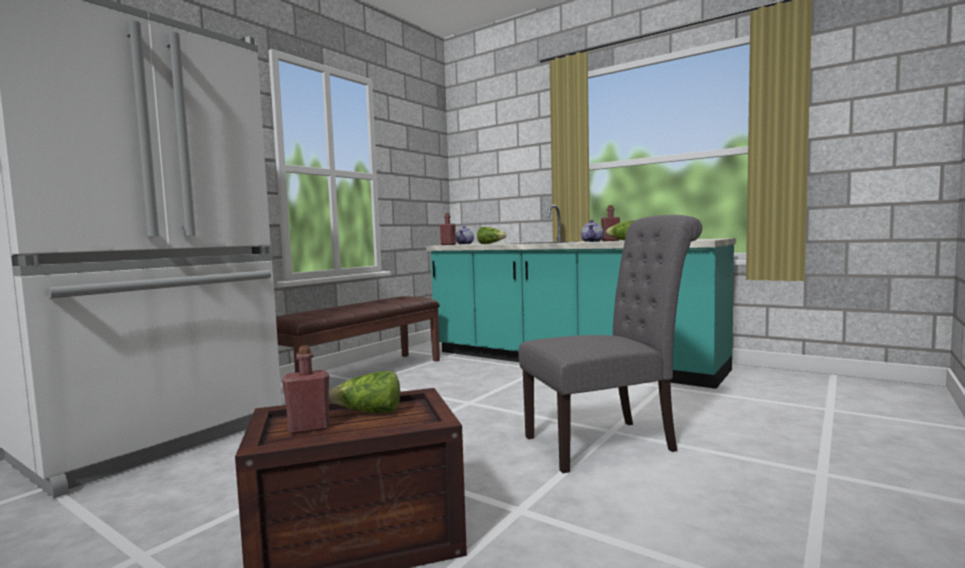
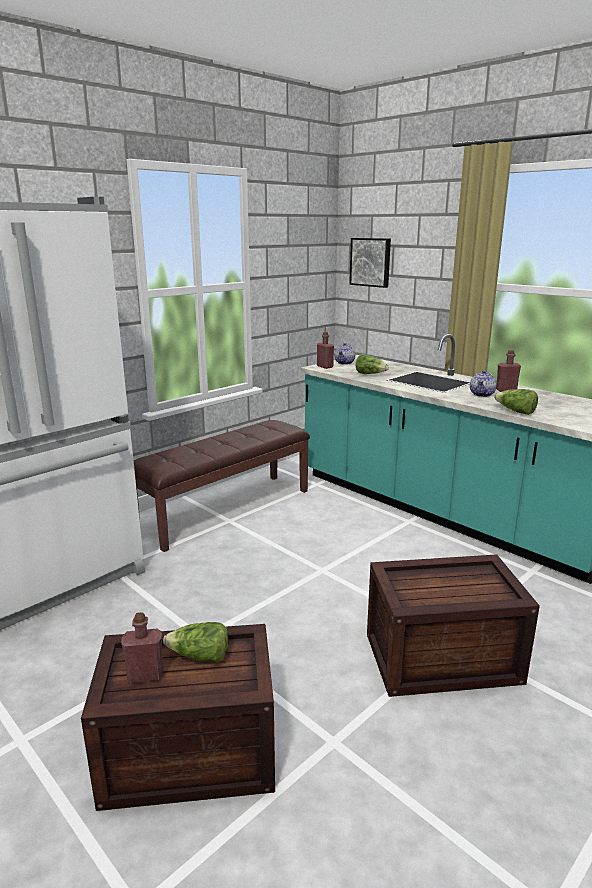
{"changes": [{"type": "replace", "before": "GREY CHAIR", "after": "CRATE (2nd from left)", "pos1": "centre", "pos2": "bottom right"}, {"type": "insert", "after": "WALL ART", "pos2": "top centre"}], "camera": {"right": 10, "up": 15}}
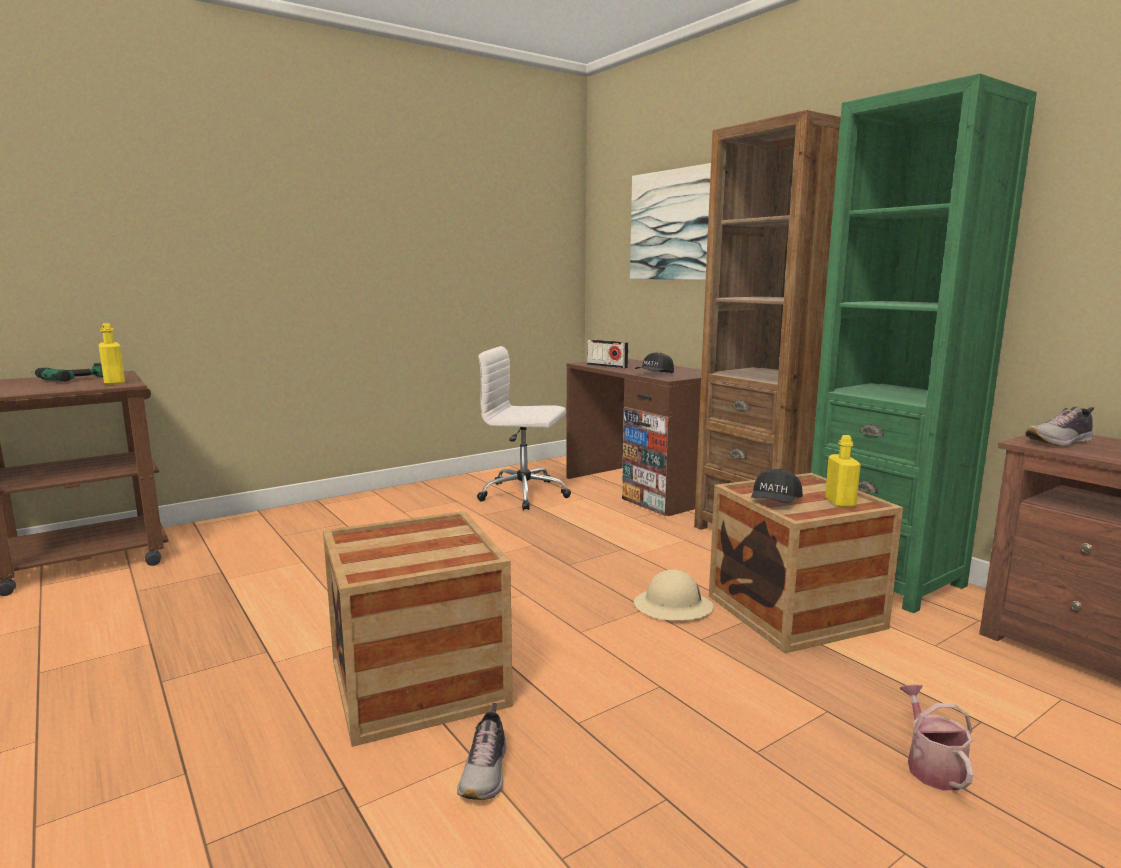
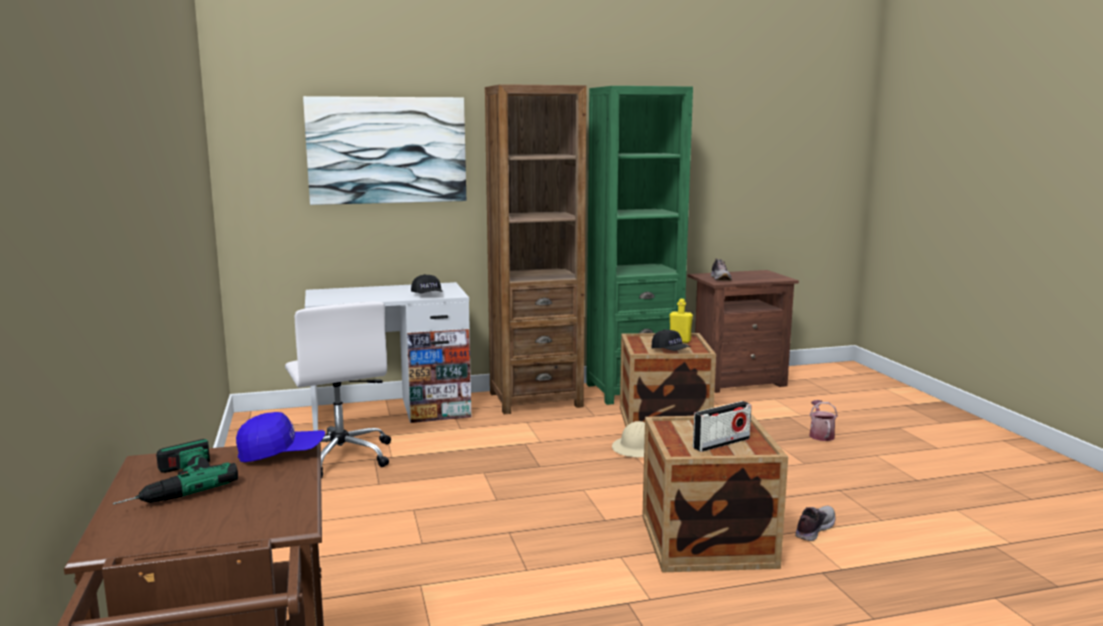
{"changes": [{"type": "replace", "before": "YELLOW DRINK BOTTLE (1st from left)", "after": "BLUE CAP", "pos1": "middle left", "pos2": "bottom left"}, {"type": "move", "before": "RADIO SET", "pos1": "centre", "pos2": "bottom centre"}, {"type": "rotate", "before": "WHITE DESK CHAIR", "pos1": "centre", "pos2": "middle left", "turn": -60}, {"type": "recolor", "before": "BROWNISH DESK UNIT", "after": "WHITE DESK UNIT", "pos1": "centre", "pos2": "centre"}, {"type": "rotate", "before": "SPRINKLING CAN", "pos1": "bottom right", "pos2": "bottom right", "turn": 75}, {"type": "rotate", "before": "ITEM OF FOOTWEAR (1st from left in the first image)", "pos1": "bottom centre", "pos2": "bottom right", "turn": -75}], "camera": {"right": -70, "up": 0}}
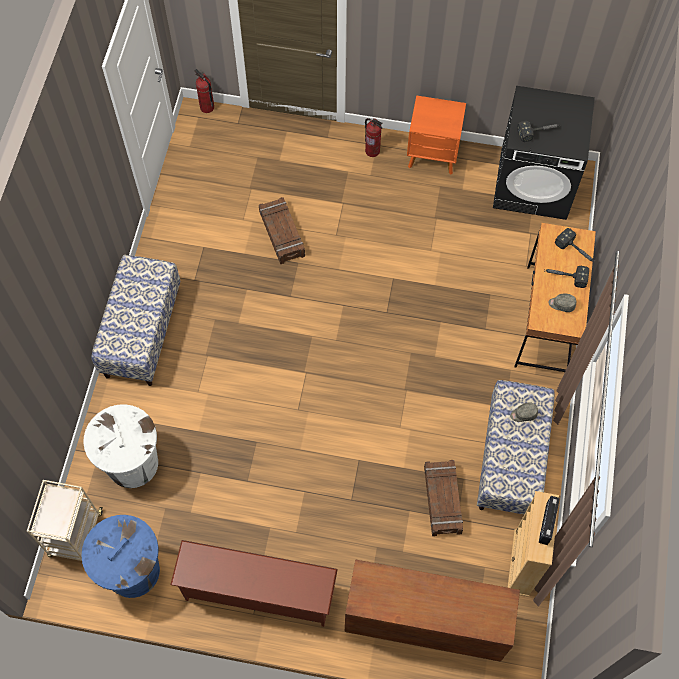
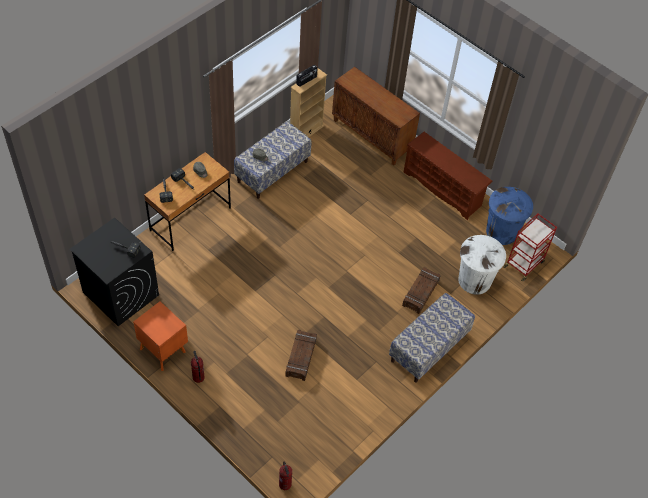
{"changes": [{"type": "move", "before": "CRATE (2nd from left)", "pos1": "bottom centre", "pos2": "centre"}, {"type": "recolor", "before": "SAND-COLOURED WHEELED CART", "after": "RED WHEELED CART", "pos1": "bottom left", "pos2": "middle right"}], "camera": {"right": -150, "up": -10}}
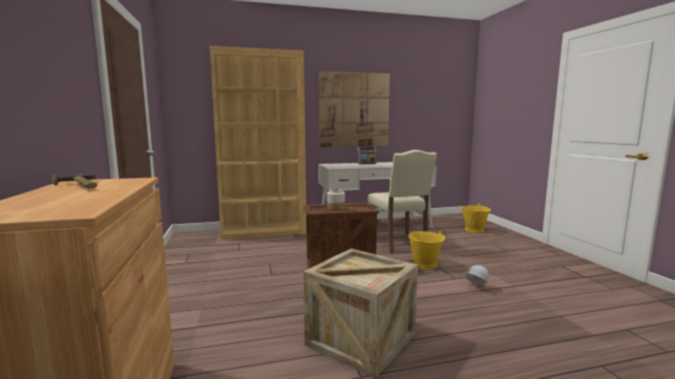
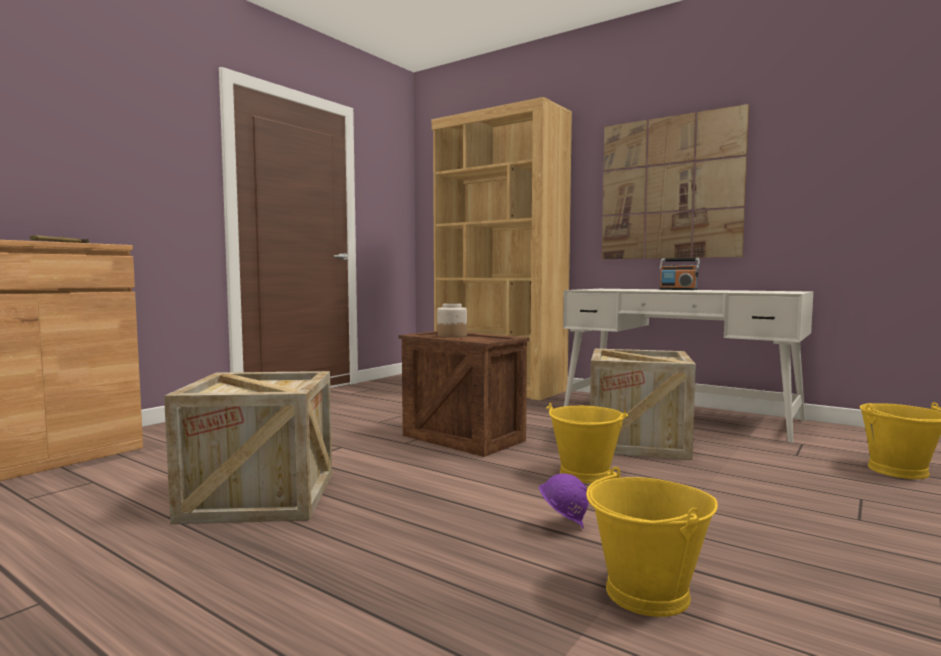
{"changes": [{"type": "replace", "before": "SAND-COLOURED CHAIR", "after": "CRATE (3rd from left)", "pos1": "centre", "pos2": "middle right"}, {"type": "recolor", "before": "WHITE SAFETY HELMET", "after": "PURPLISH SAFETY HELMET", "pos1": "bottom right", "pos2": "bottom centre"}, {"type": "insert", "after": "YELLOW WATER BUCKET (2nd from left)", "pos2": "bottom right"}], "camera": {"right": 50, "up": -5}}
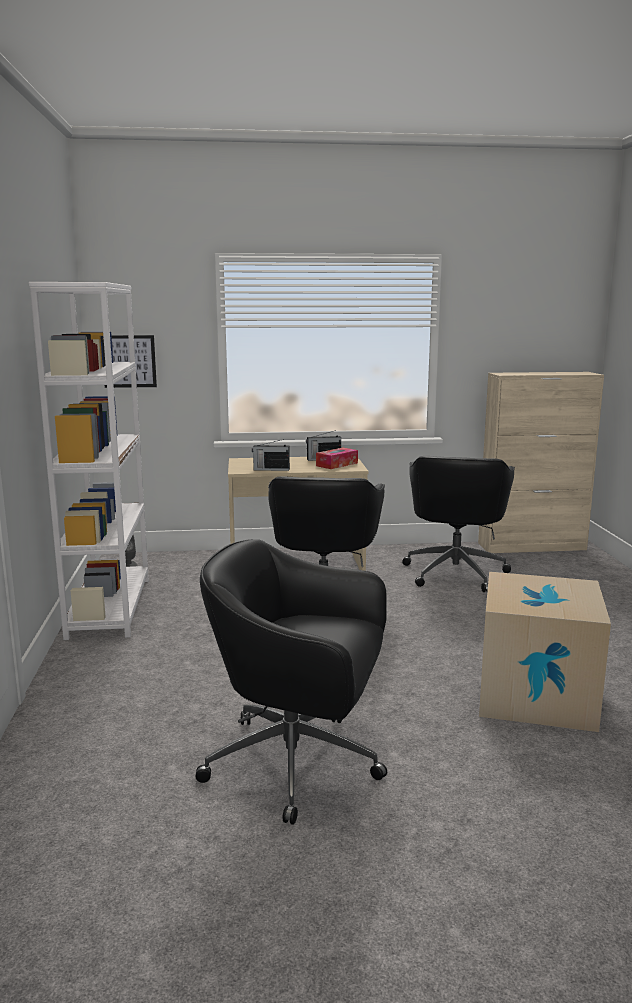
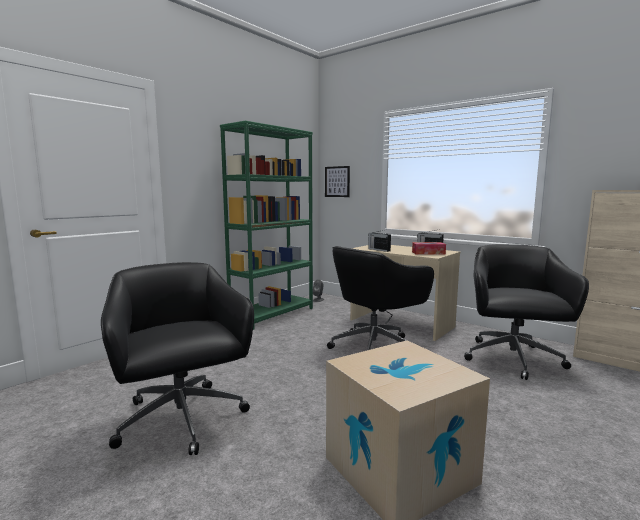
{"changes": [{"type": "recolor", "before": "WHITE SHELVING UNIT", "after": "GREEN SHELVING UNIT", "pos1": "middle left", "pos2": "centre"}, {"type": "rotate", "before": "BLACK DESK CHAIR (3rd from left)", "pos1": "middle right", "pos2": "middle right", "turn": 135}], "camera": {"right": 45, "up": -5}}
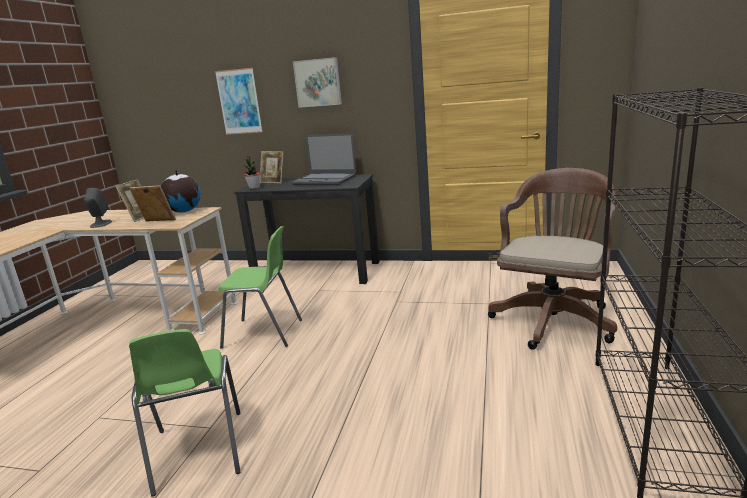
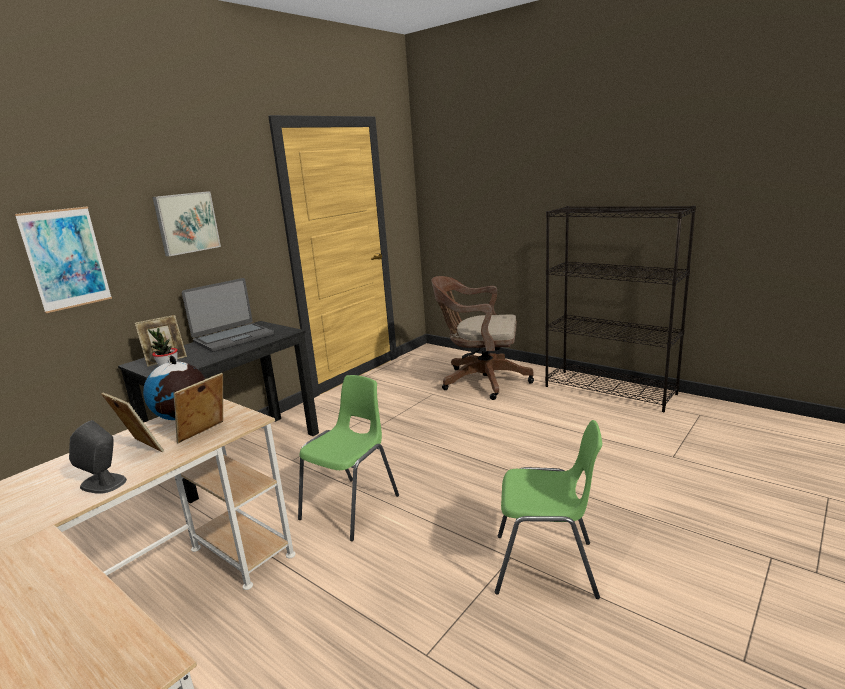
{"changes": [{"type": "rotate", "before": "BROWNISH DESK CHAIR", "pos1": "middle right", "pos2": "centre", "turn": -45}], "camera": {"right": -65, "up": 0}}
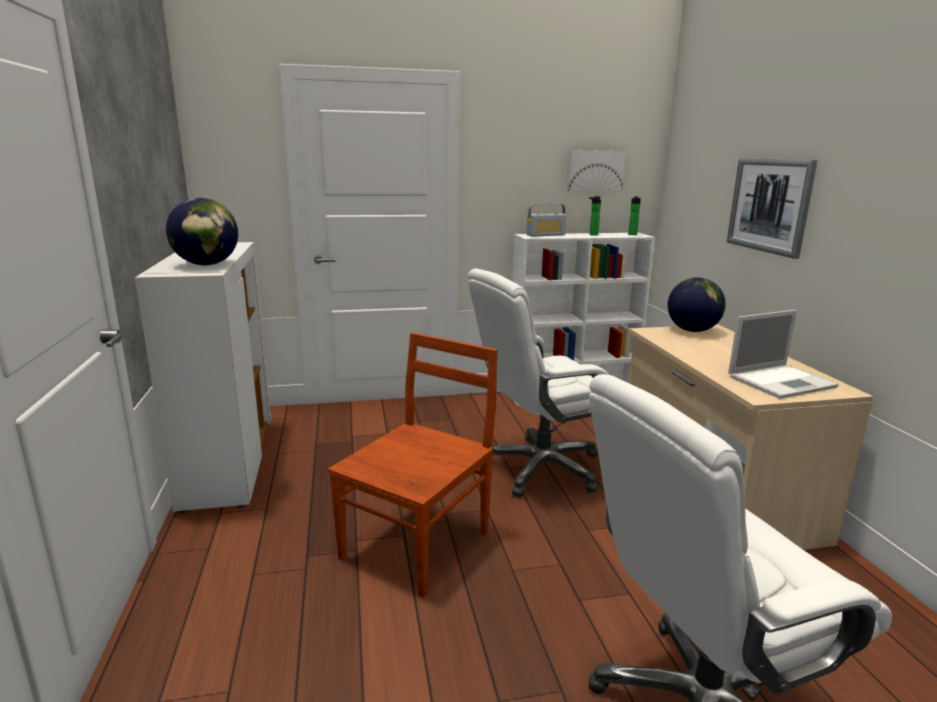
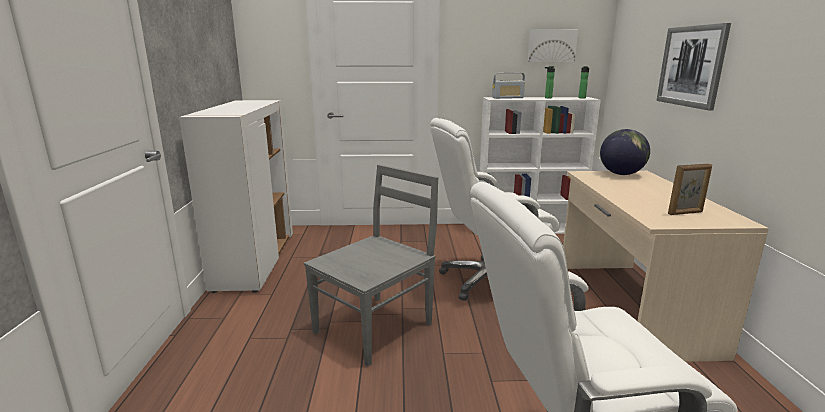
{"changes": [{"type": "delete", "before": "GLOBE (1st from left)", "pos1": "top left"}, {"type": "replace", "before": "LAPTOP", "after": "PHOTO FRAME", "pos1": "middle right", "pos2": "middle right"}, {"type": "recolor", "before": "BROWNISH CHAIR", "after": "GREY CHAIR", "pos1": "centre", "pos2": "centre"}], "camera": {"right": 10, "up": 0}}
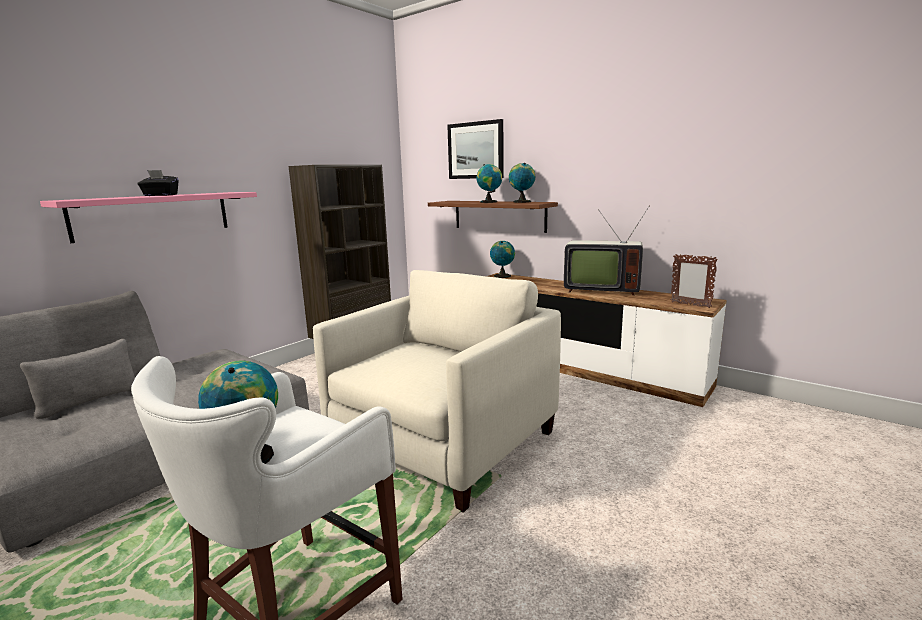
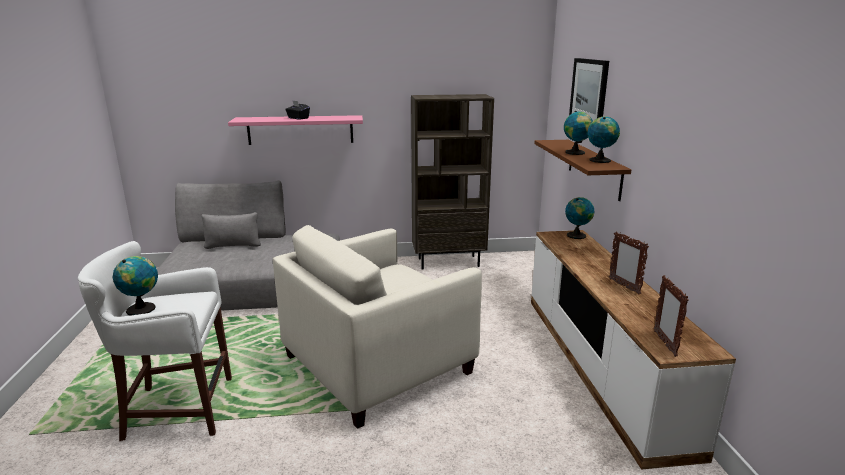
{"changes": [{"type": "replace", "before": "TV", "after": "PHOTO FRAME (1st from left)", "pos1": "centre", "pos2": "middle right"}, {"type": "rotate", "before": "SAND-COLOURED LOUNGE CHAIR", "pos1": "centre", "pos2": "bottom centre", "turn": 150}], "camera": {"right": 45, "up": 5}}
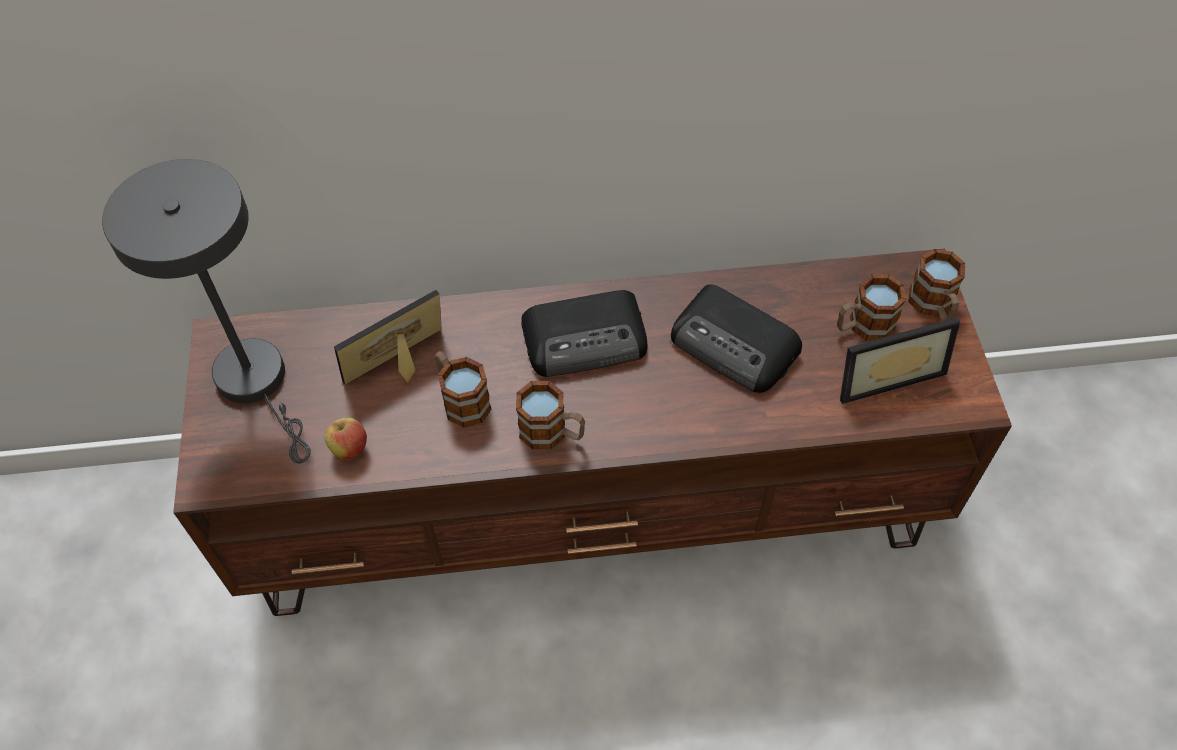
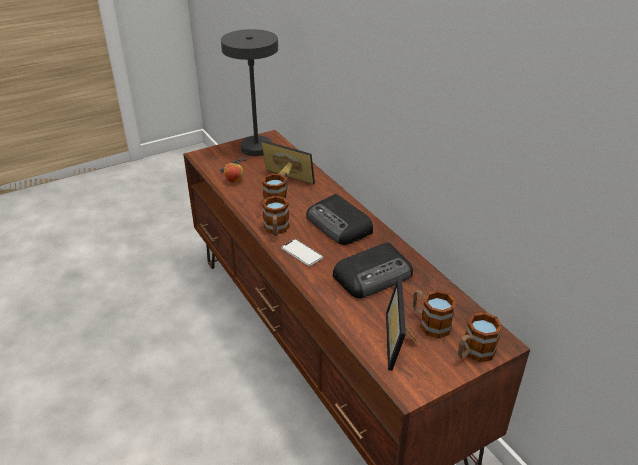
{"changes": [{"type": "rotate", "before": "RADIO SET (2nd from left)", "pos1": "centre", "pos2": "centre", "turn": -135}, {"type": "rotate", "before": "PHOTO FRAME (2nd from left)", "pos1": "middle right", "pos2": "bottom centre", "turn": 45}, {"type": "insert", "after": "HANDSET", "pos2": "centre"}], "camera": {"right": 65, "up": -20}}
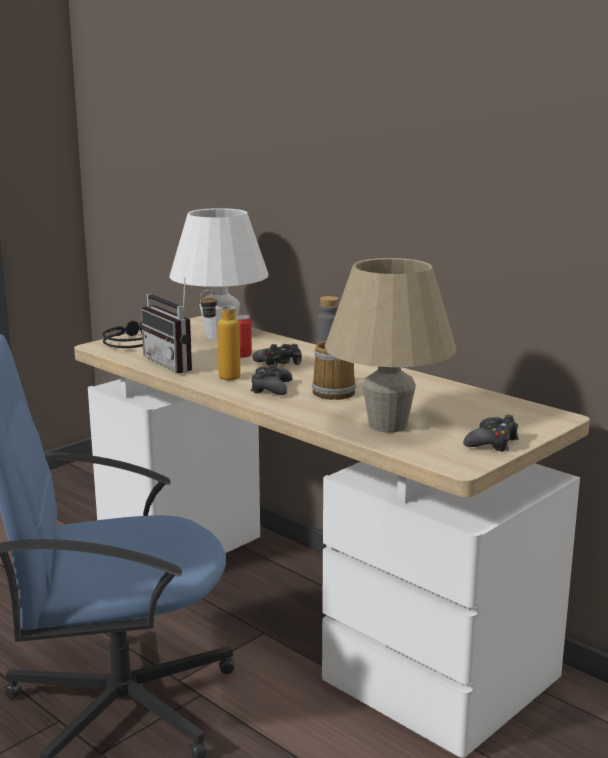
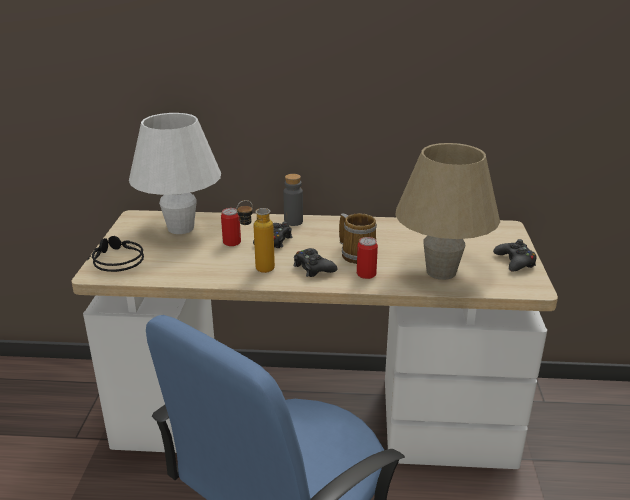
{"changes": [{"type": "delete", "before": "RADIO SET", "pos1": "middle left"}, {"type": "insert", "after": "CAN (2nd from left)", "pos2": "centre"}], "camera": {"right": -40, "up": 10}}
